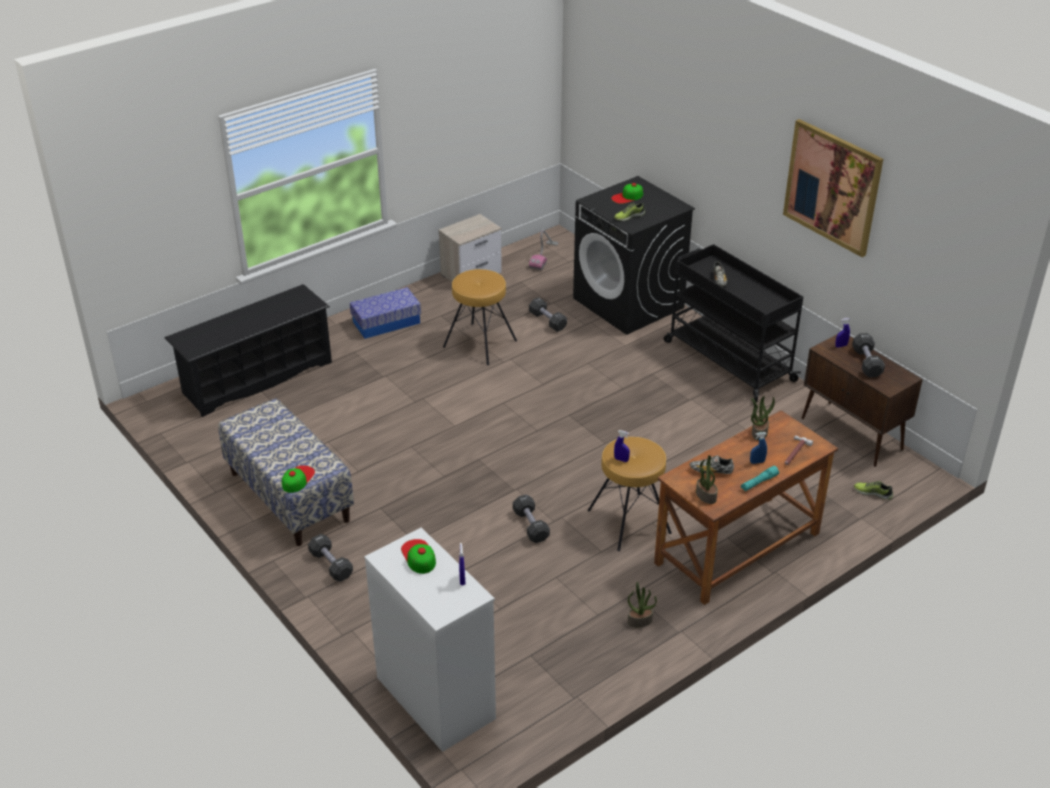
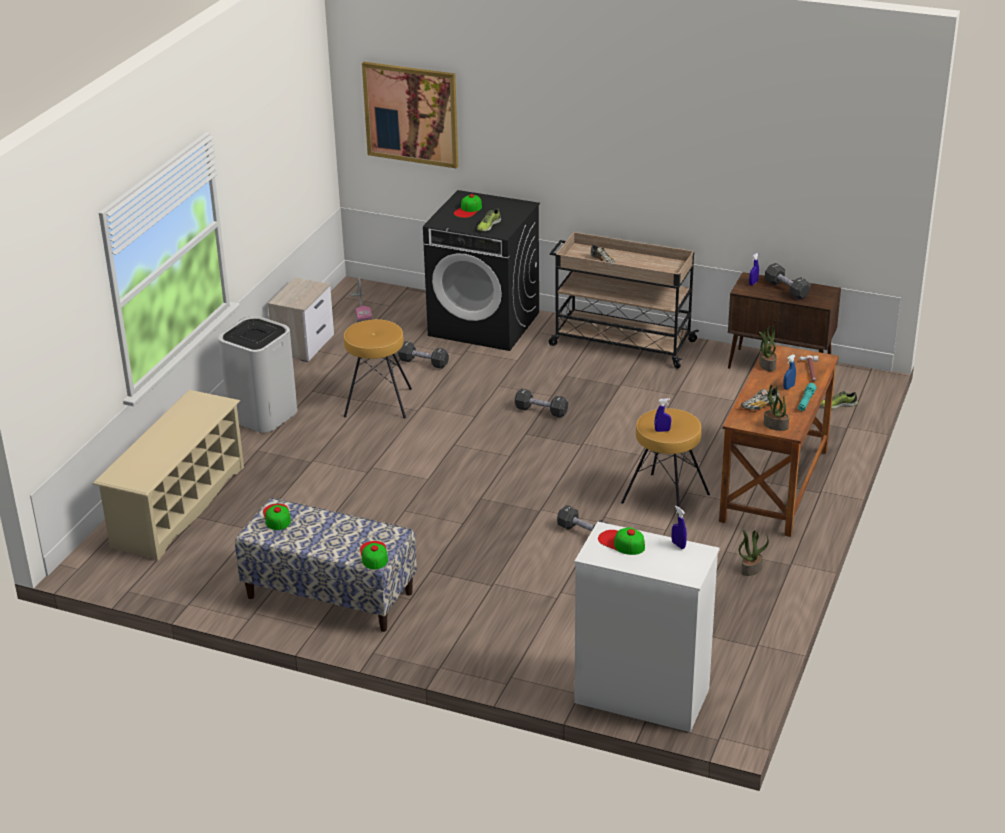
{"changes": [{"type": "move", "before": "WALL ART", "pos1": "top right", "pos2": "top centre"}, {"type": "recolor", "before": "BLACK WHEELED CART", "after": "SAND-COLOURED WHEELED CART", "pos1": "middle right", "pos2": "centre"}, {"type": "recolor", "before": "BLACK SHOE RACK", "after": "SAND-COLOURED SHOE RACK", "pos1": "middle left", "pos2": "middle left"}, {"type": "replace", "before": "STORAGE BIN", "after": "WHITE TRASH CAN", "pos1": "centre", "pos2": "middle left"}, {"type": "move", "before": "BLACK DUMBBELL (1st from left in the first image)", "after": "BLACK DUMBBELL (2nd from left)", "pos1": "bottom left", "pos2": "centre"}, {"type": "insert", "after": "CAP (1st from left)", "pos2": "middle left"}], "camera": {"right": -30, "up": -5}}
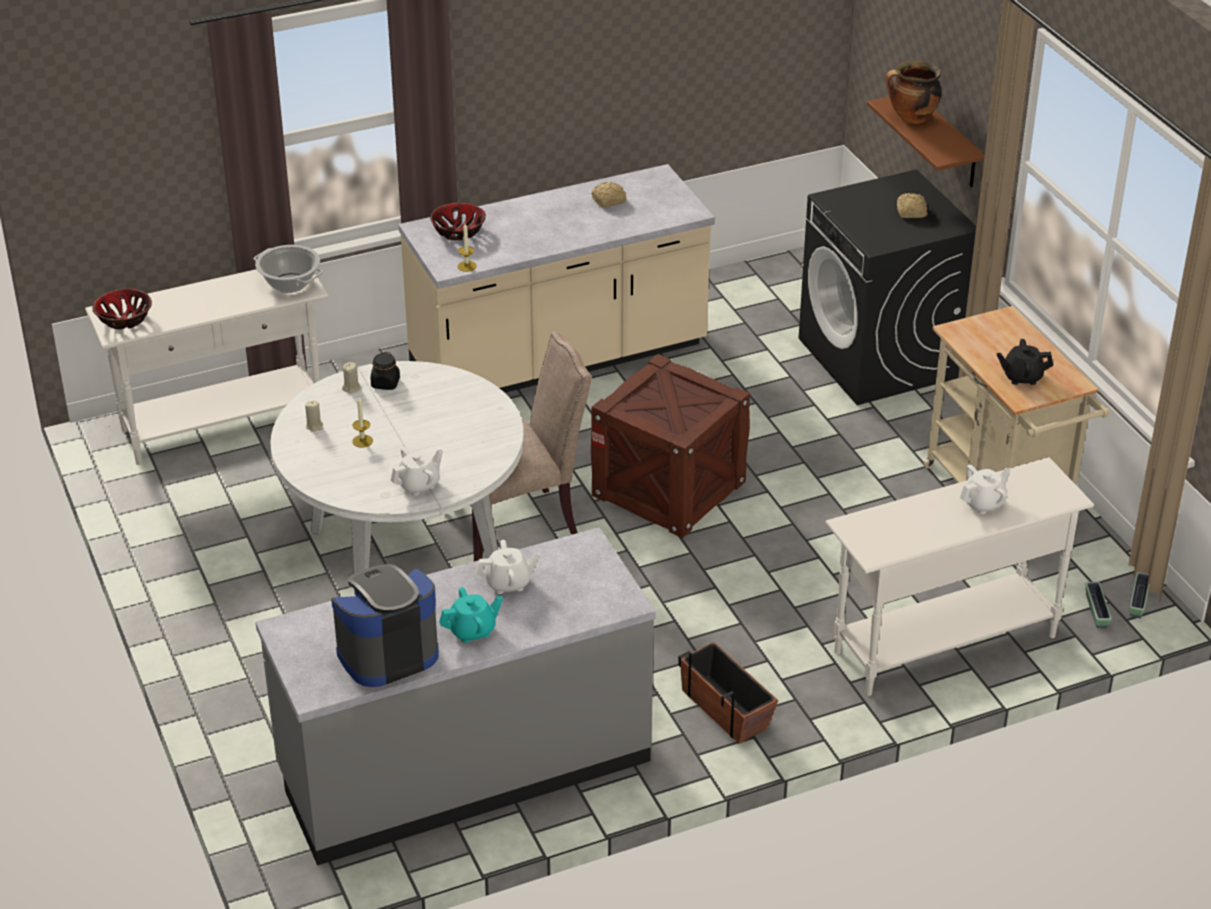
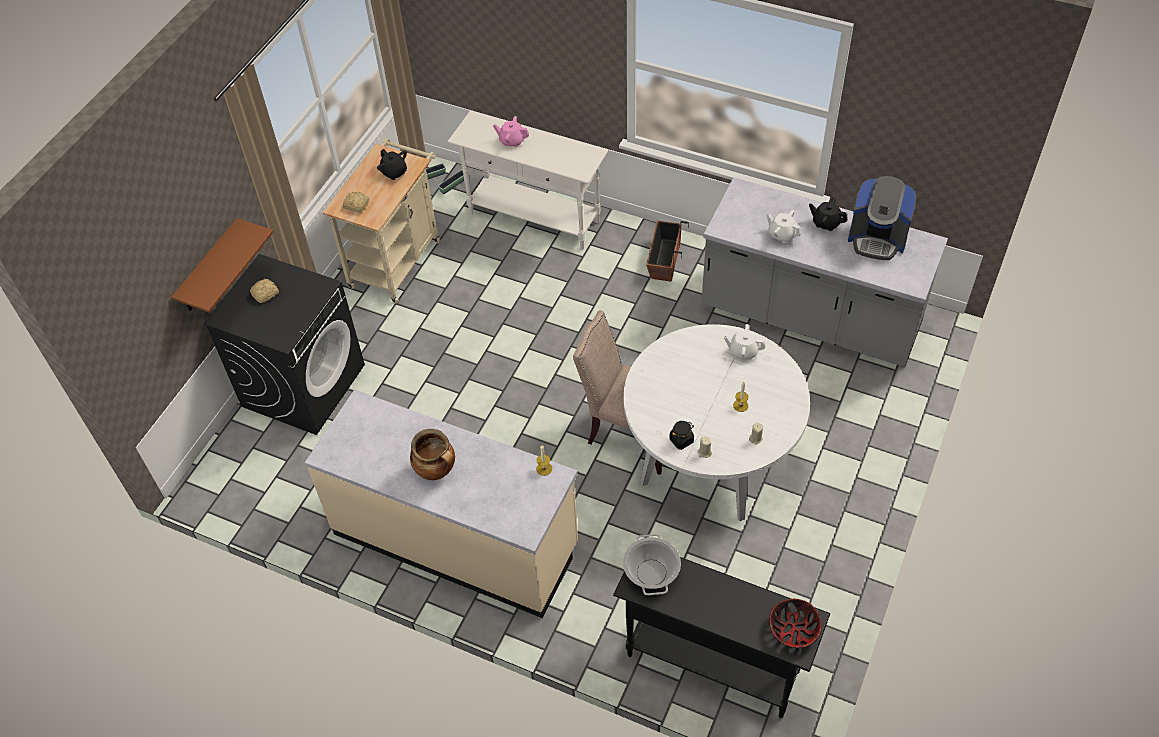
{"changes": [{"type": "move", "before": "SAUCEPOT (2nd from left in the first image)", "after": "SAUCEPOT (1st from left)", "pos1": "top right", "pos2": "centre"}, {"type": "move", "before": "BREAD (1st from left in the first image)", "after": "BREAD (2nd from left)", "pos1": "top centre", "pos2": "top left"}, {"type": "delete", "before": "DEEP DISH (2nd from left)", "pos1": "top centre"}, {"type": "recolor", "before": "WHITE NARROW TABLE (1st from left)", "after": "BLACK NARROW TABLE", "pos1": "middle left", "pos2": "bottom centre"}, {"type": "delete", "before": "CRATE", "pos1": "centre"}, {"type": "recolor", "before": "WHITE TEA POT (3rd from left)", "after": "PINKISH TEA POT", "pos1": "middle right", "pos2": "top centre"}, {"type": "recolor", "before": "TURQUOISE-COLOURED TEA POT", "after": "BLACK TEA POT (2nd from left)", "pos1": "bottom centre", "pos2": "top right"}], "camera": {"right": -130, "up": 15}}
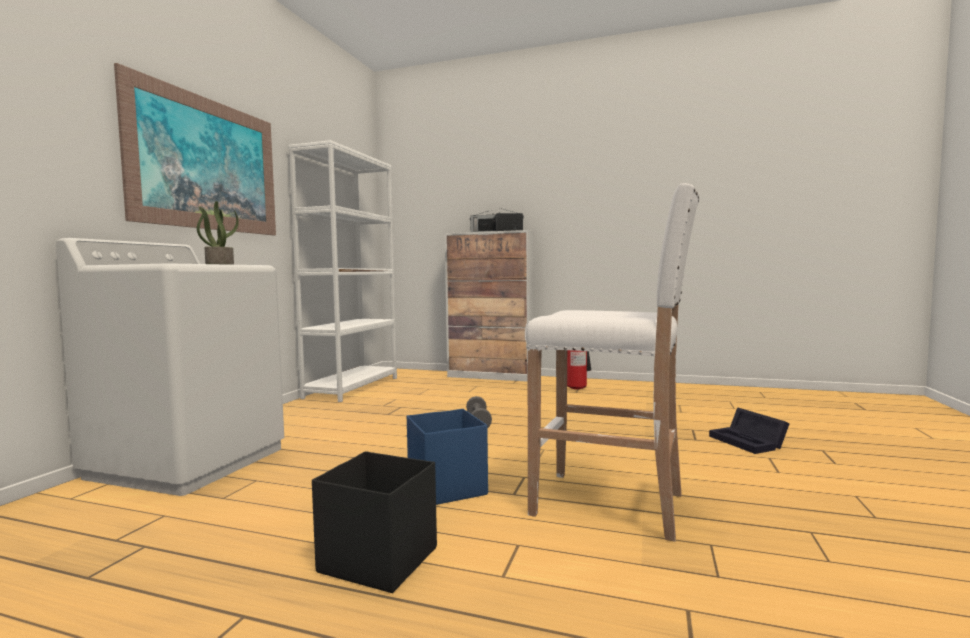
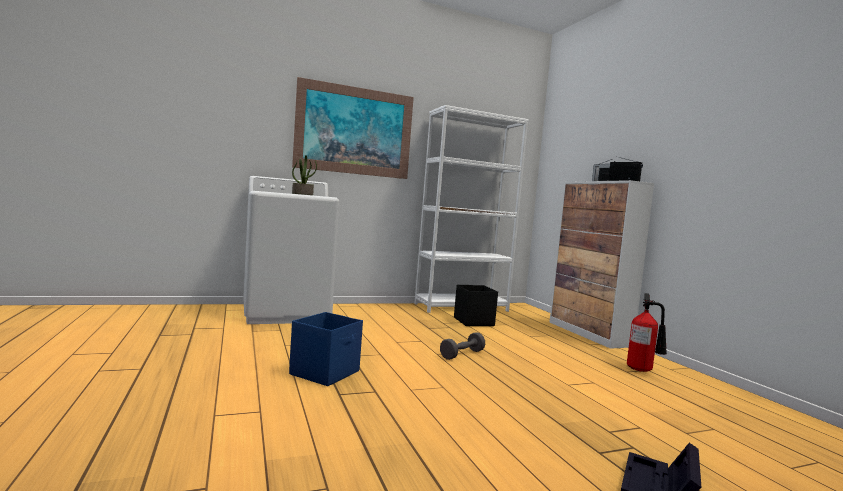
{"changes": [{"type": "delete", "before": "WHITE STOOL", "pos1": "centre"}, {"type": "move", "before": "BLACK STORAGE BIN (1st from left)", "pos1": "bottom centre", "pos2": "centre"}], "camera": {"right": 50, "up": 0}}
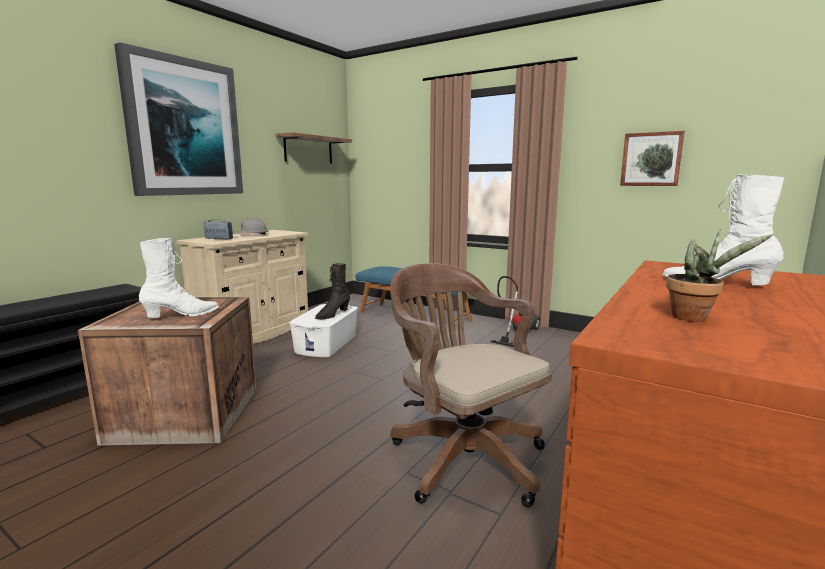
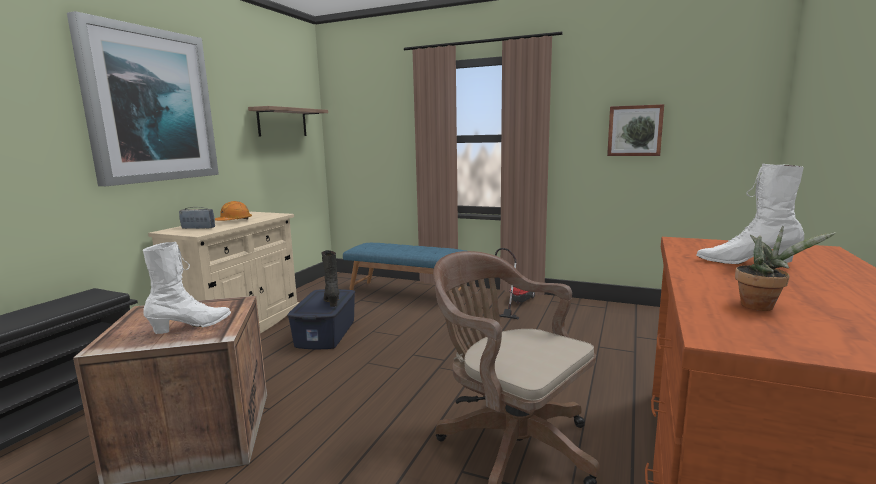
{"changes": [{"type": "recolor", "before": "GREY SAFETY HELMET", "after": "ORANGE SAFETY HELMET", "pos1": "middle left", "pos2": "middle left"}, {"type": "rotate", "before": "BLACK HIGH-TOP BOOT", "pos1": "centre", "pos2": "centre", "turn": 135}, {"type": "recolor", "before": "WHITE STORAGE BIN", "after": "BLUE STORAGE BIN", "pos1": "centre", "pos2": "centre"}], "camera": {"right": -10, "up": 0}}
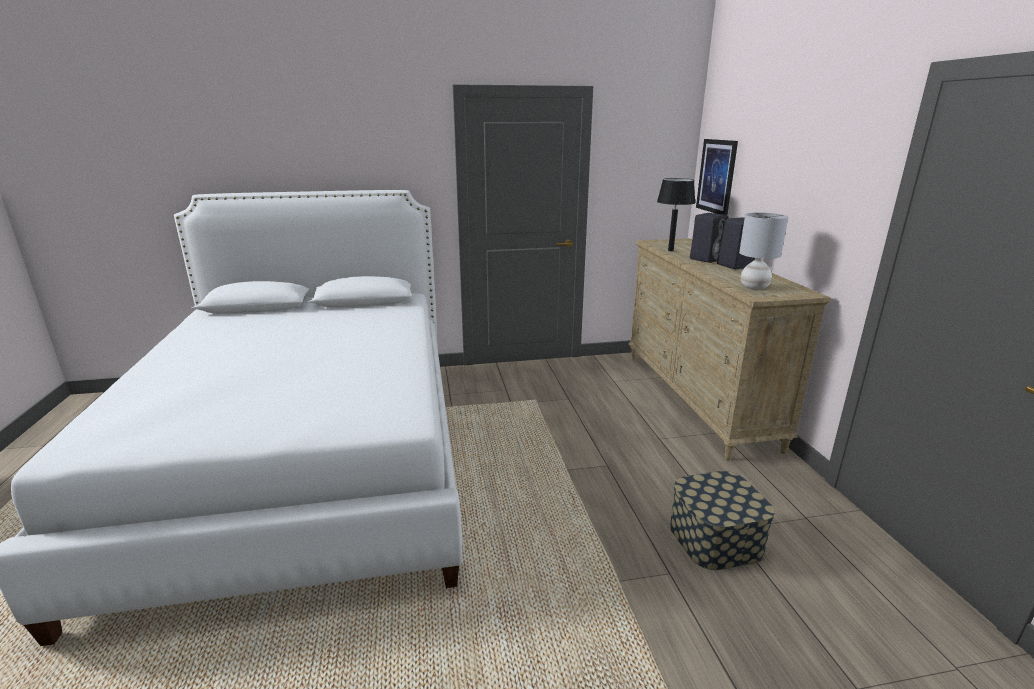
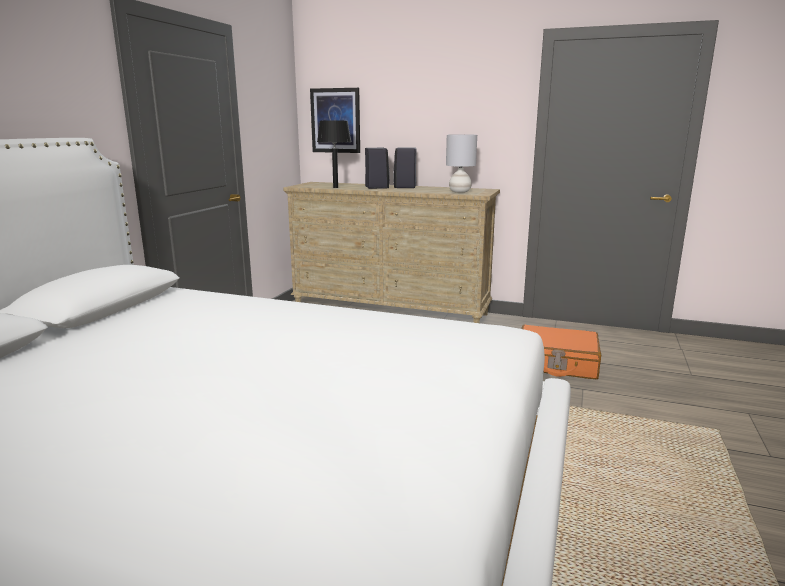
{"changes": [{"type": "replace", "before": "STORAGE BIN", "after": "ORANGE TRAVEL CASE", "pos1": "bottom right", "pos2": "middle right"}], "camera": {"right": -60, "up": -5}}
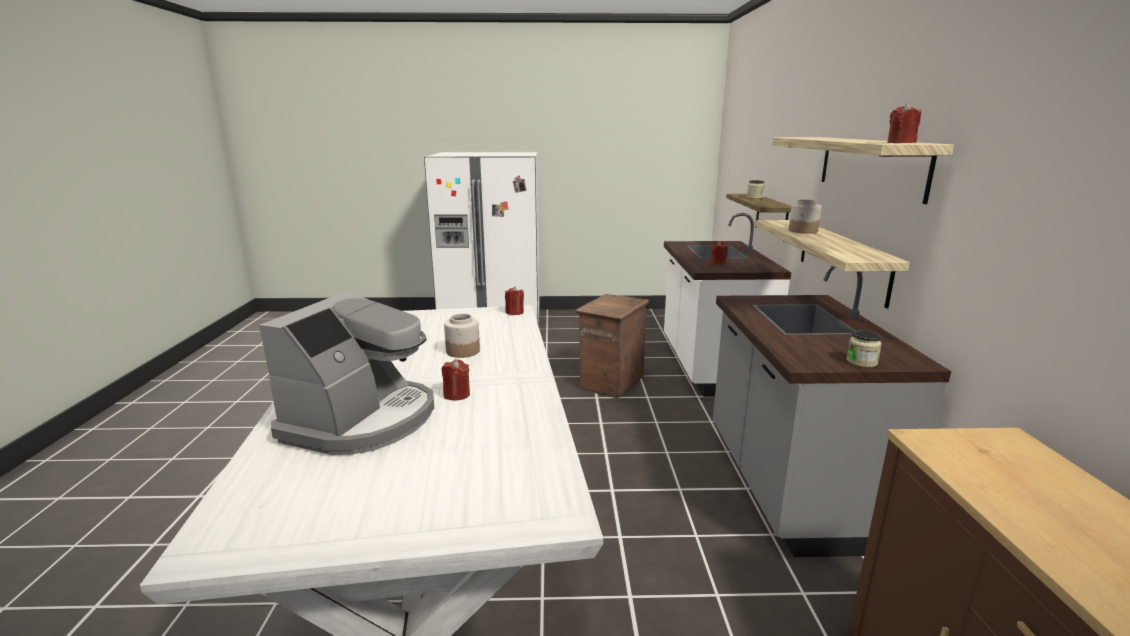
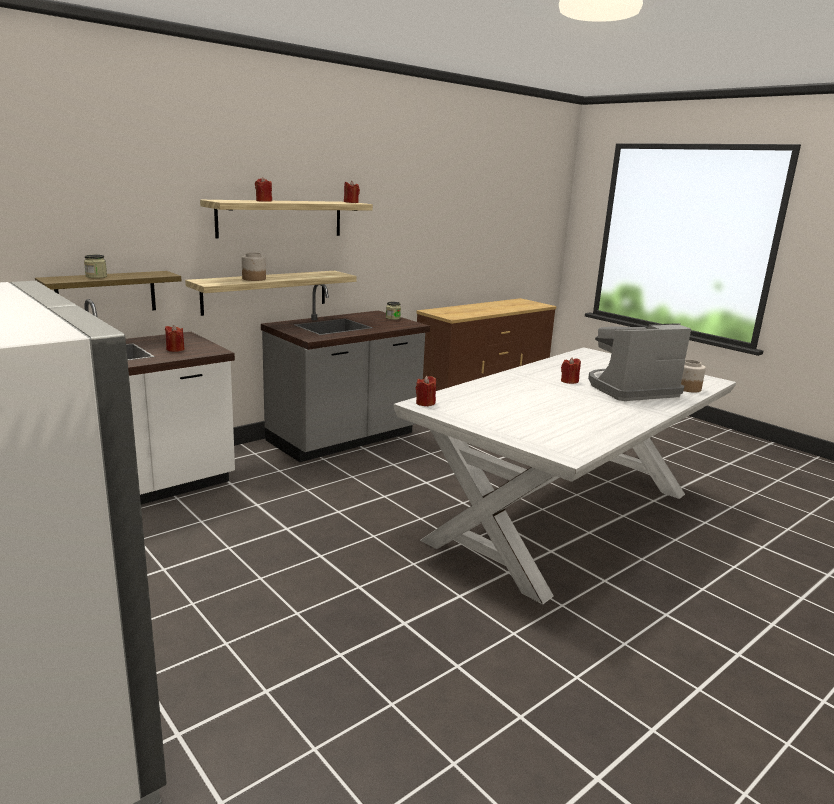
{"changes": [{"type": "delete", "before": "CRATE", "pos1": "centre"}, {"type": "move", "before": "STORAGE JAR (1st from left in the first image)", "after": "STORAGE JAR (4th from left)", "pos1": "centre", "pos2": "middle right"}, {"type": "insert", "after": "RED CANDLE (2nd from left)", "pos2": "top left"}], "camera": {"right": -130, "up": 0}}
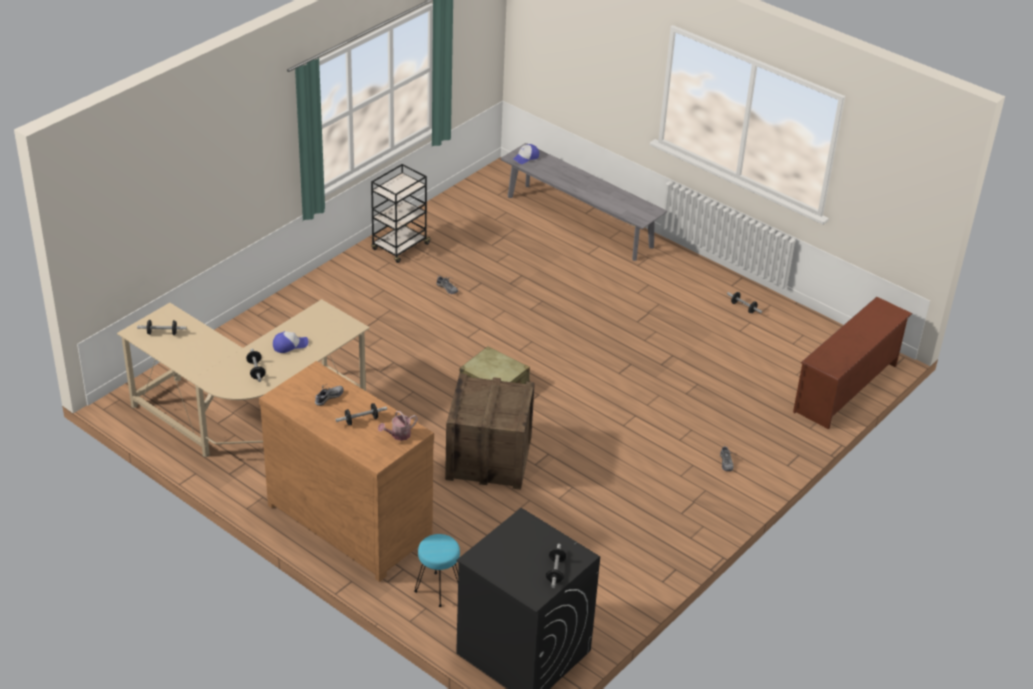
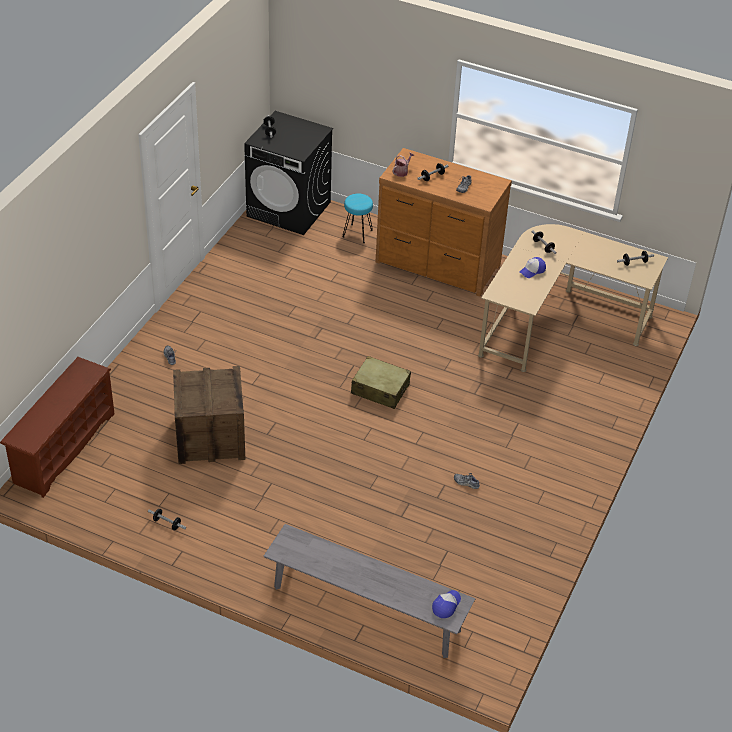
{"changes": [{"type": "delete", "before": "BLACK WHEELED CART", "pos1": "top centre"}, {"type": "move", "before": "CRATE", "pos1": "centre", "pos2": "middle left"}], "camera": {"right": 165, "up": 5}}
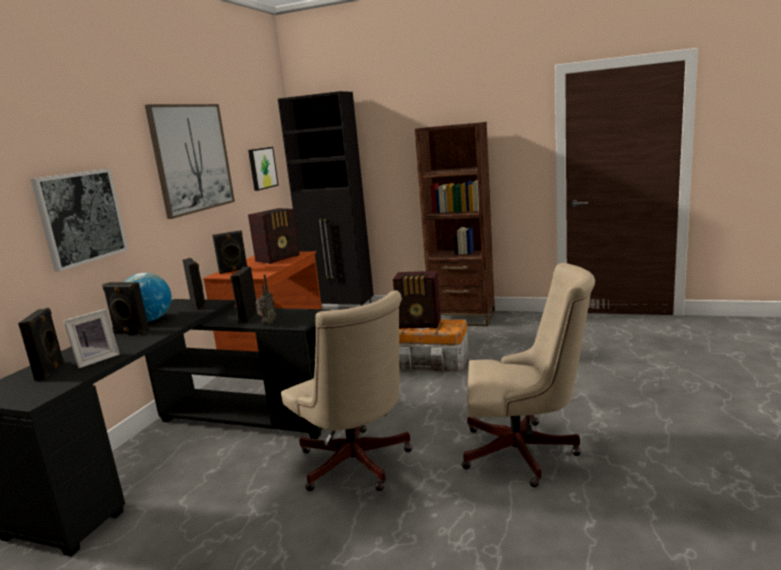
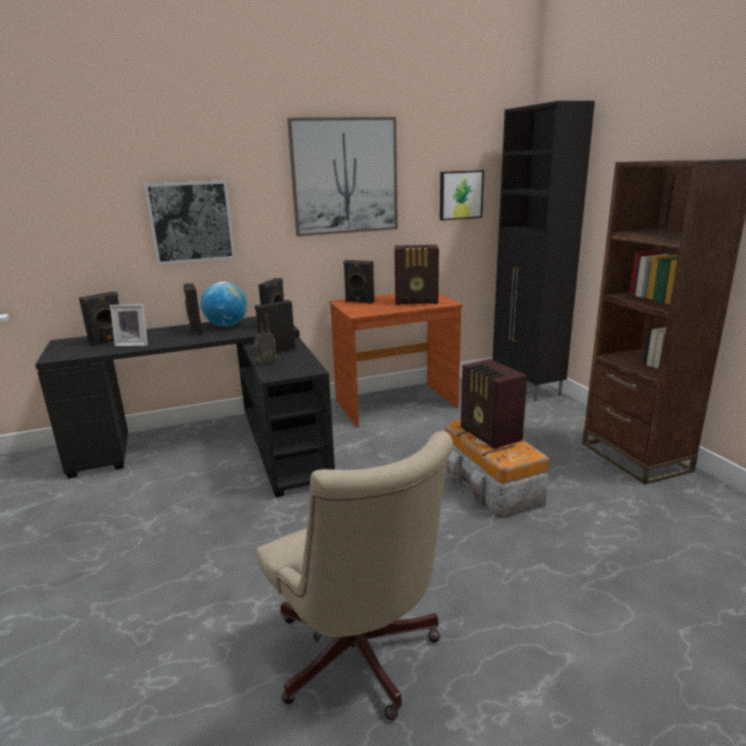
{"changes": [{"type": "delete", "before": "SAND-COLOURED DESK CHAIR (1st from left)", "pos1": "bottom centre"}], "camera": {"right": 50, "up": 5}}
